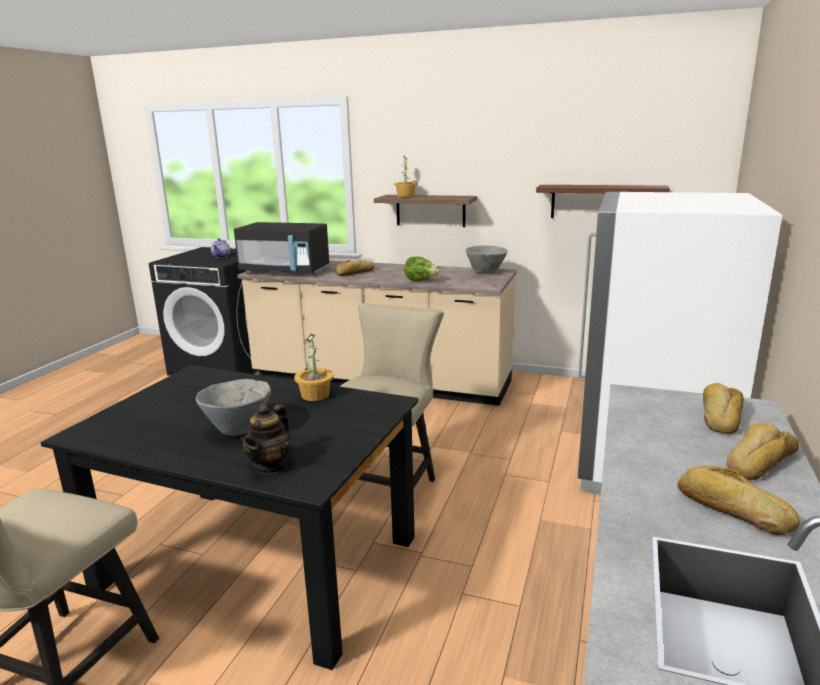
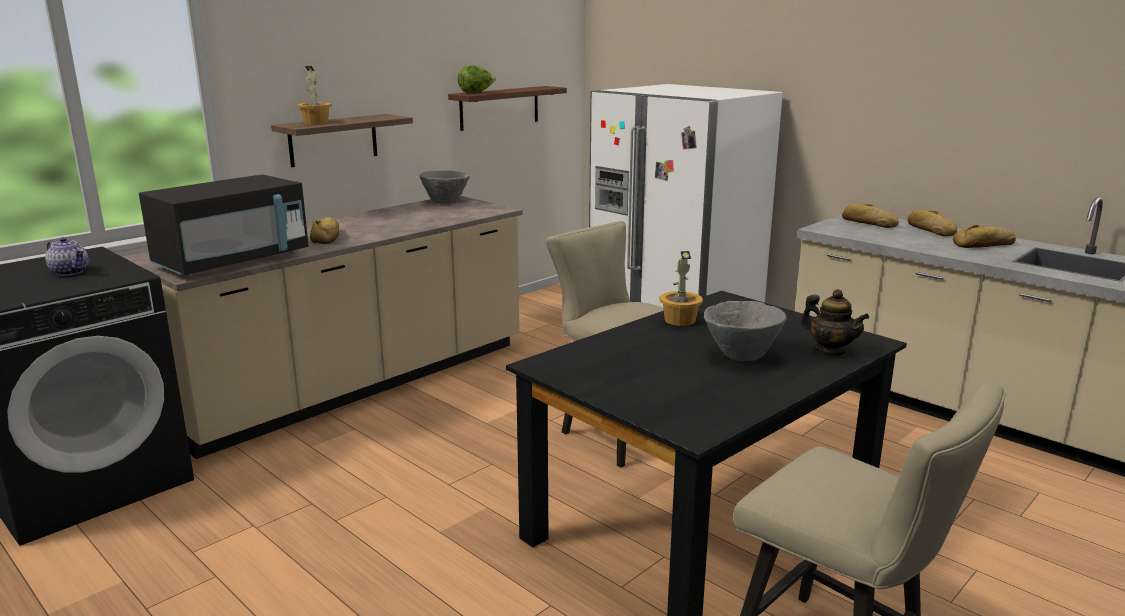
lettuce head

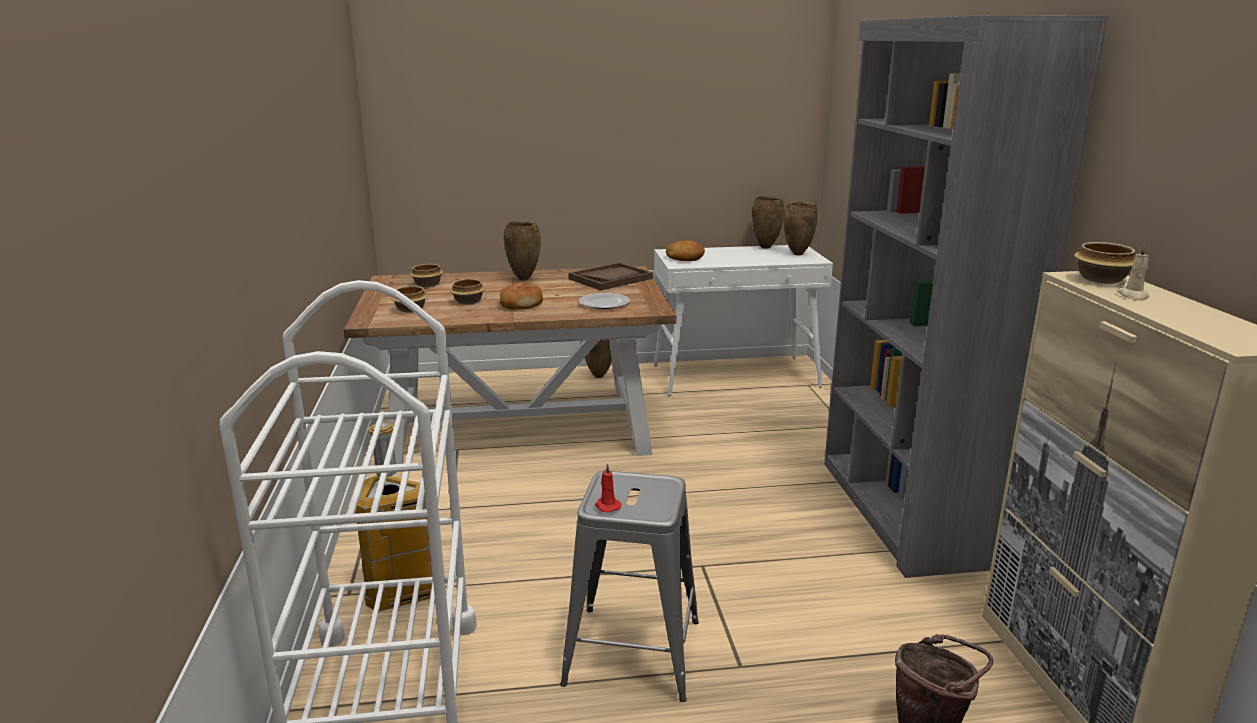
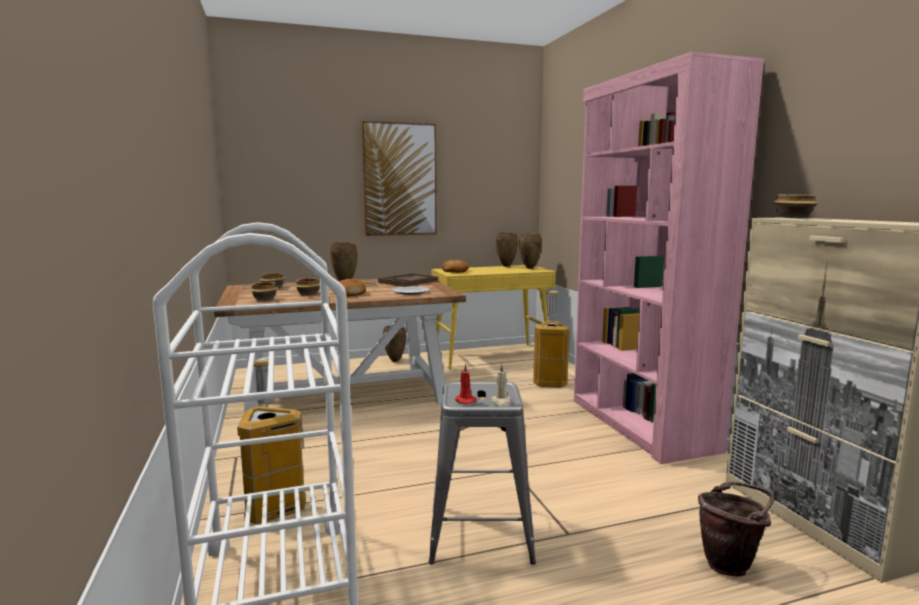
bookcase in pink
wax candle in beige
hall table in yellow
wall picture
waste bin (no. 2 from left)

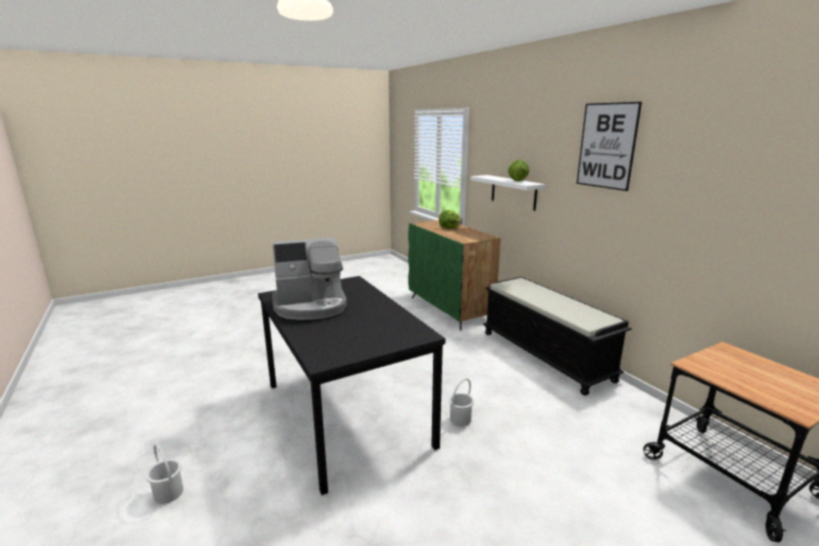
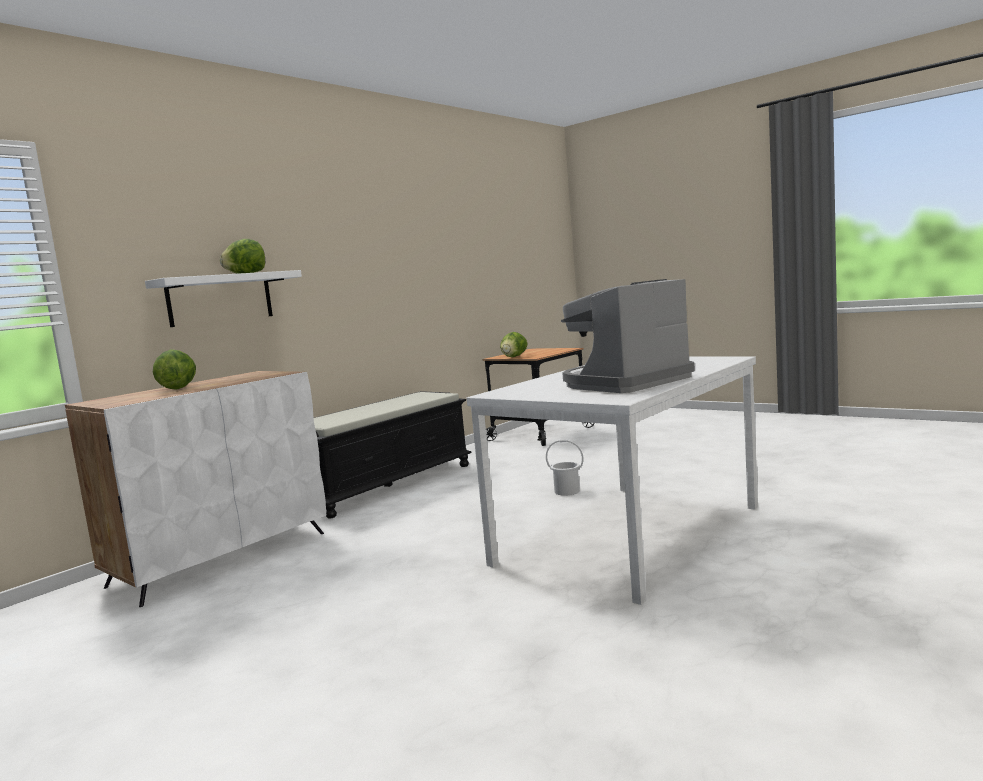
wall picture
cabinet in white-coloured
coffee machine
dining table in white-coloured
pail in white-coloured (no. 1 from left in the first image)
lettuce head (no. 3 from left)

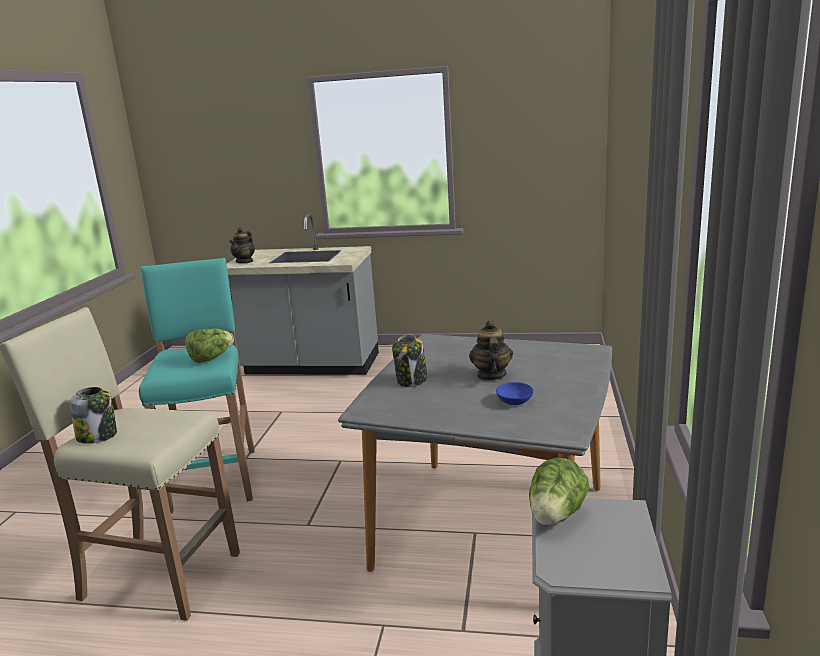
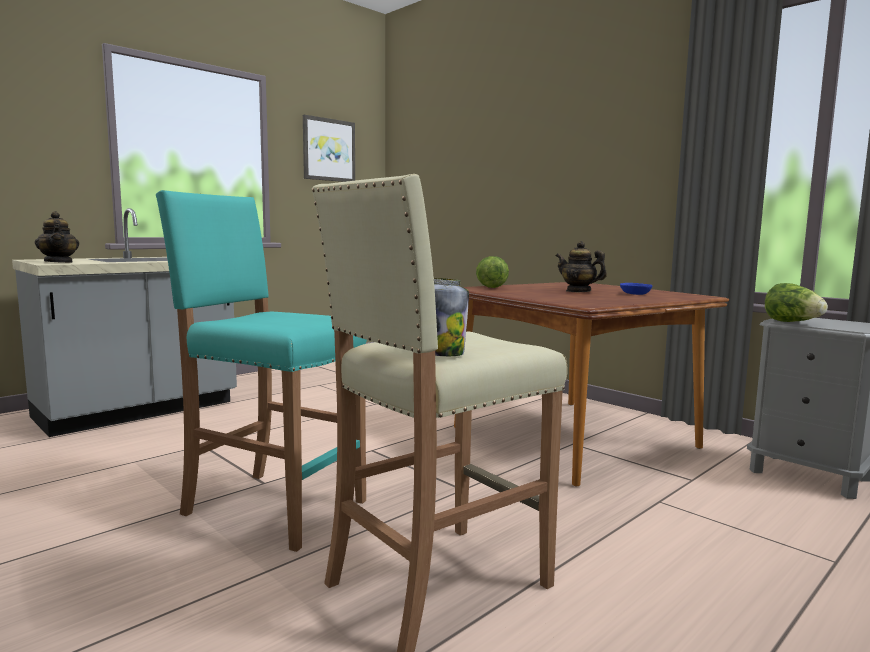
lettuce head (no. 1 from left)
dining table in brown
storage jar (no. 2 from left in the first image)
wall picture

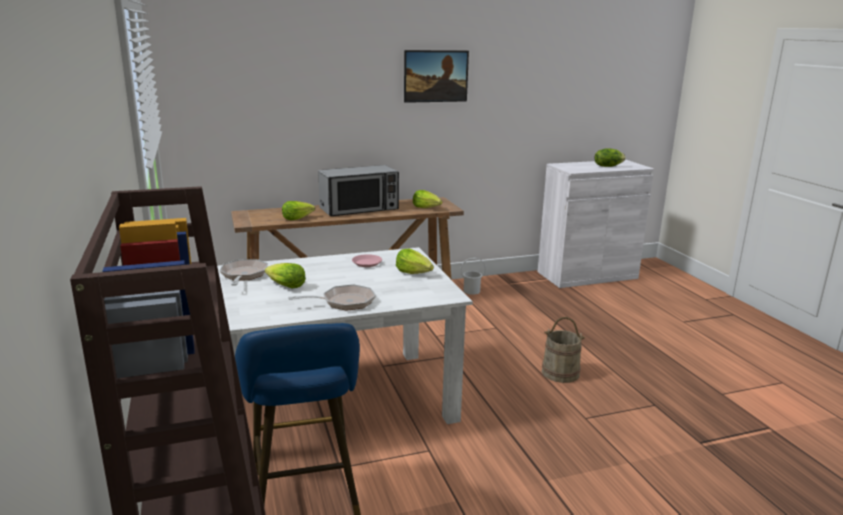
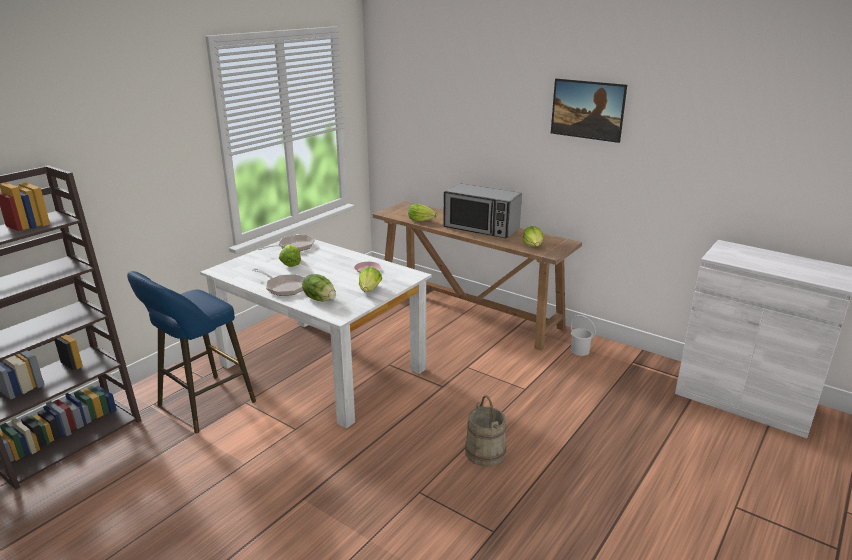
lettuce head (no. 2 from left)

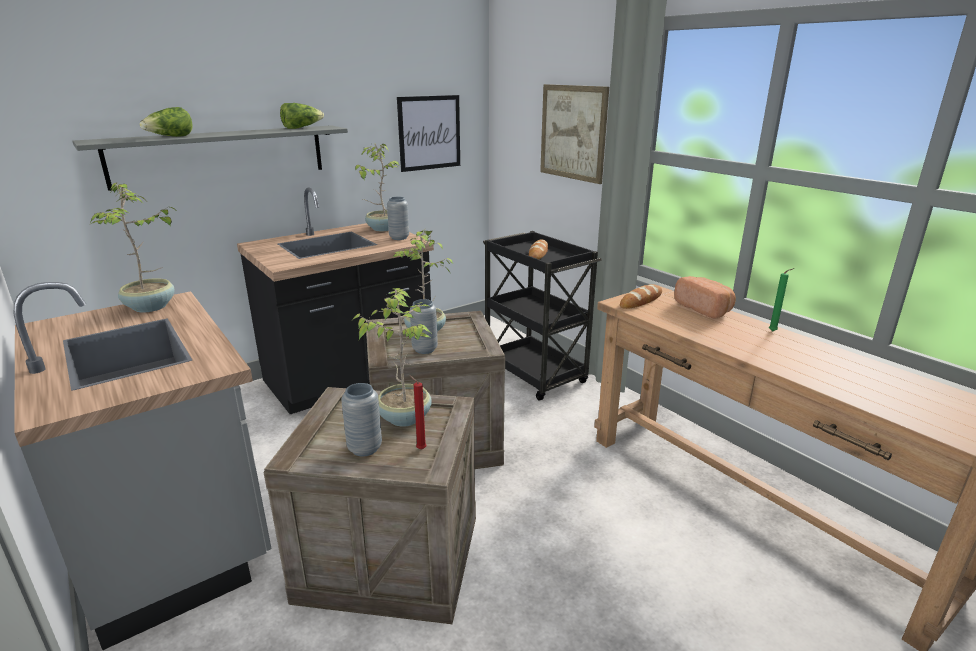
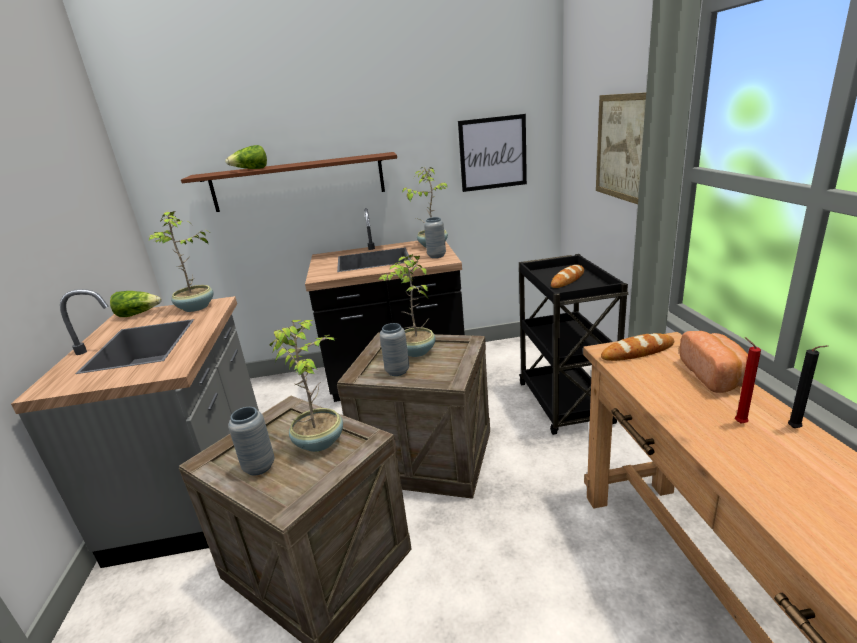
lettuce head (no. 1 from left)
shelf in brown
wax candle in black
wax candle in red

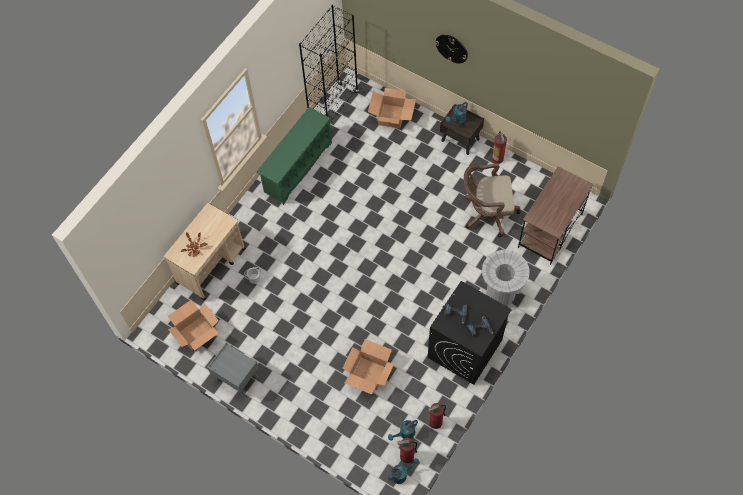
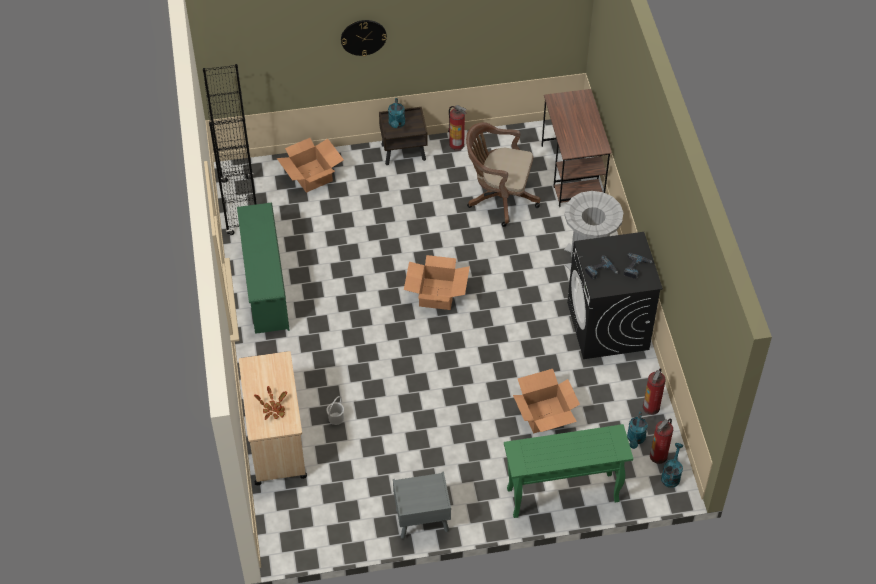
desk chair in brown
cardboard box (no. 2 from left)
hall table in green

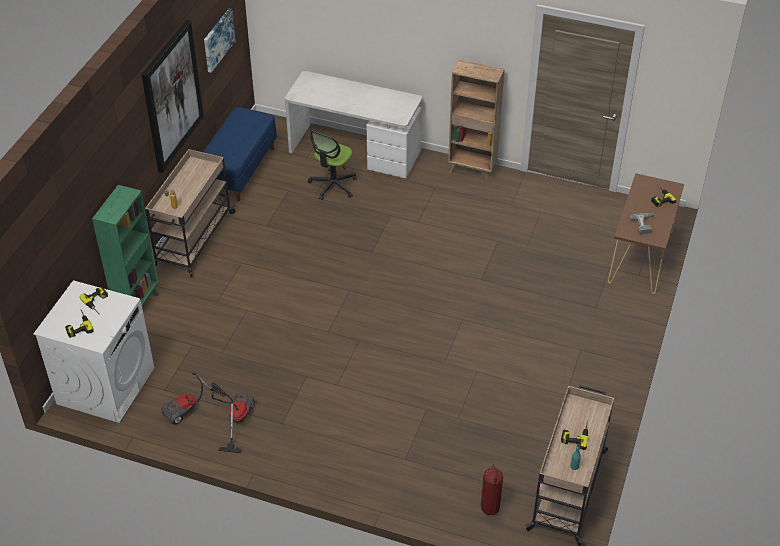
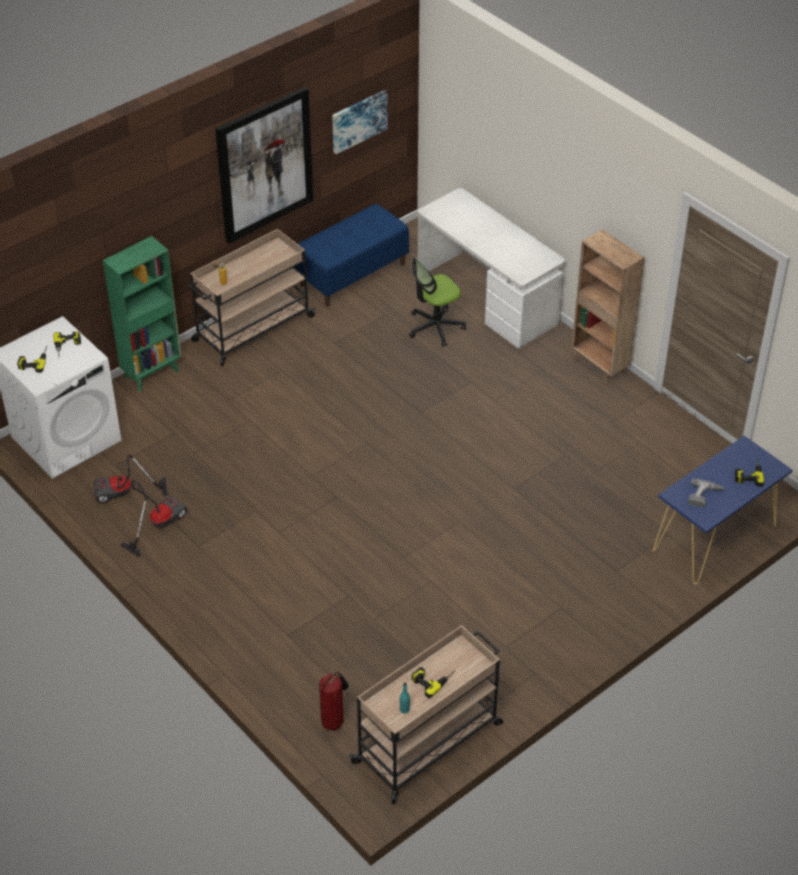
hall table in blue-coloured

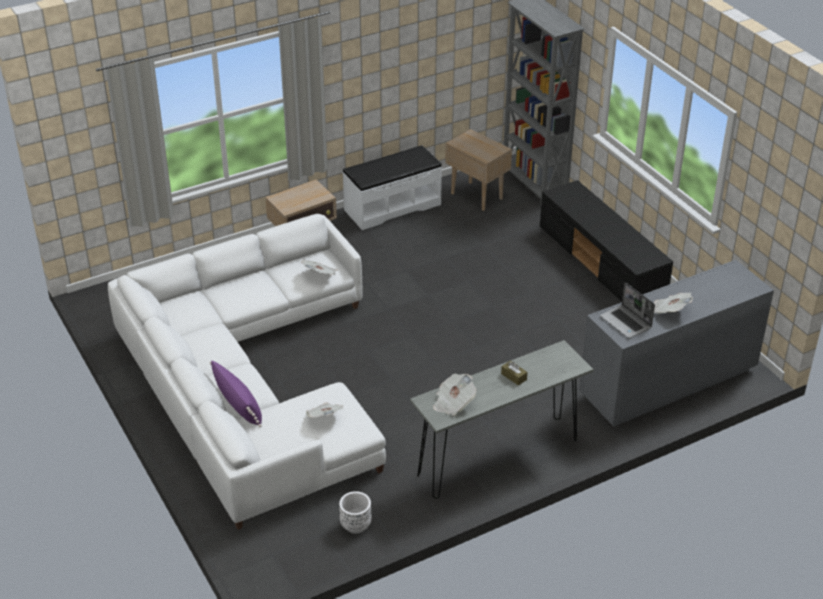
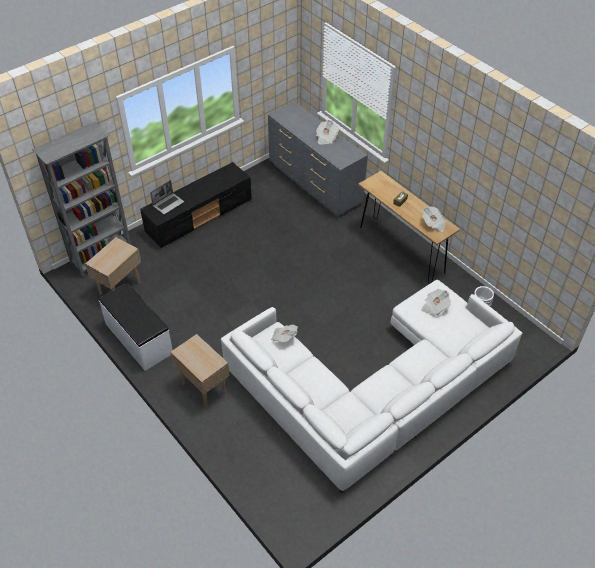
notebook computer
hall table in brown
cushion in purple

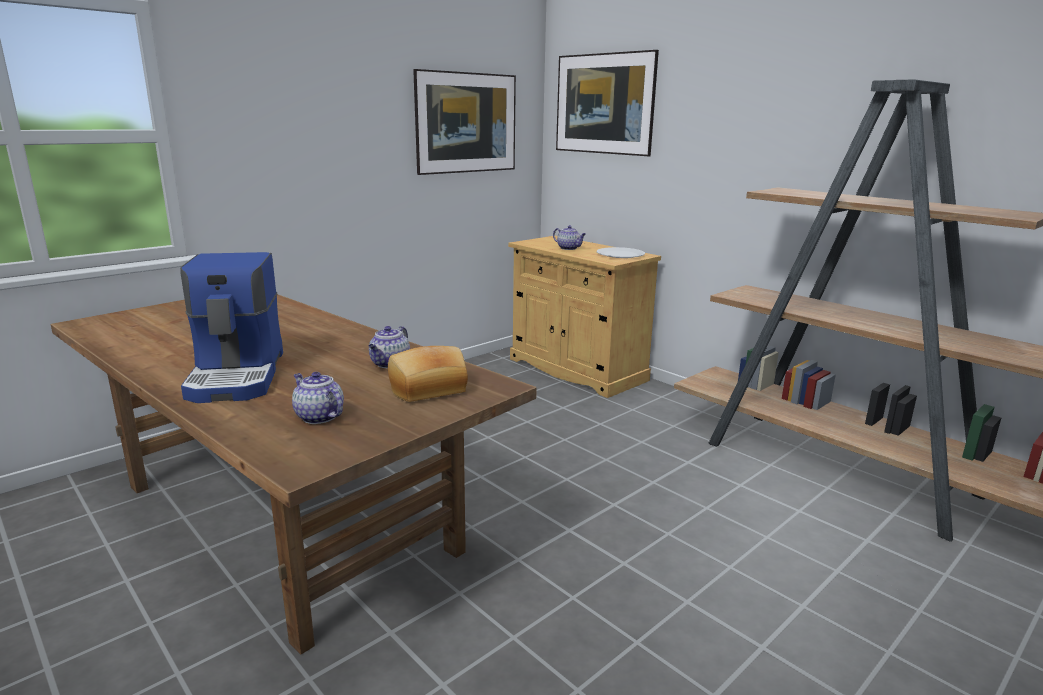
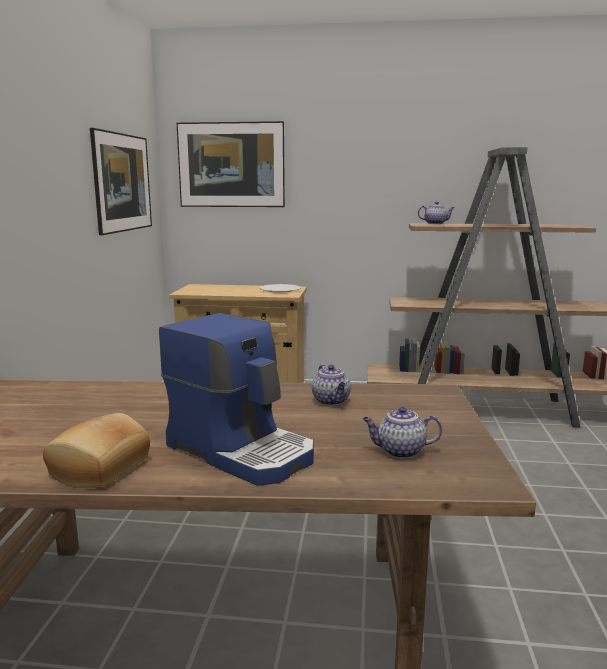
tea pot (no. 3 from left)
baked bread

